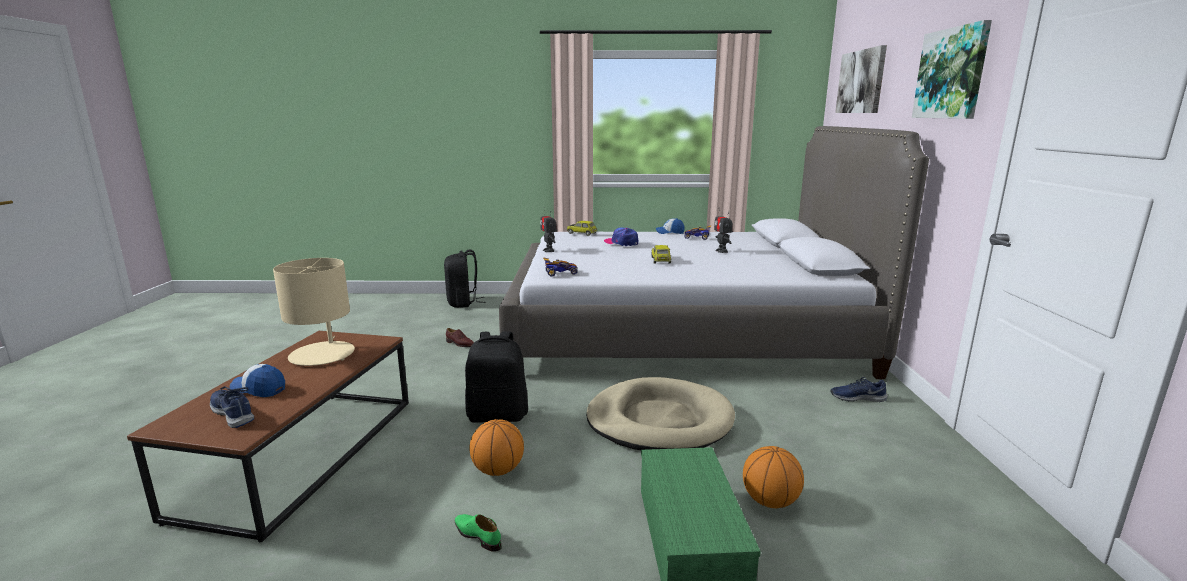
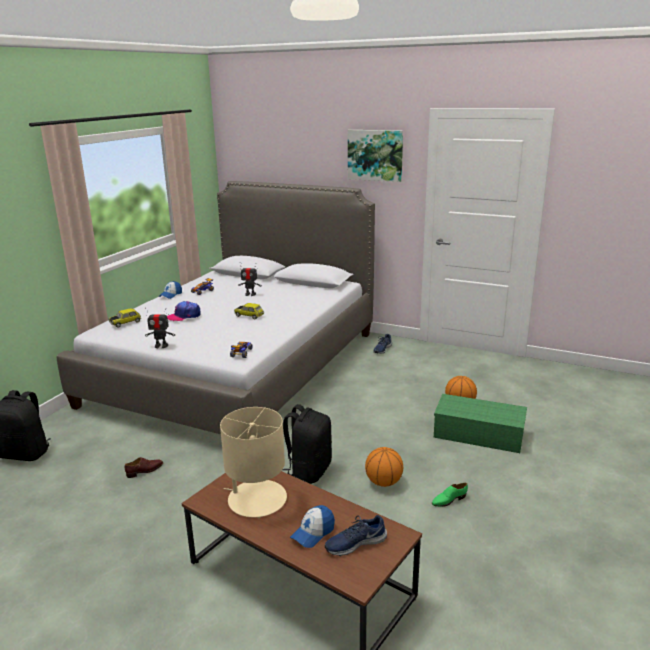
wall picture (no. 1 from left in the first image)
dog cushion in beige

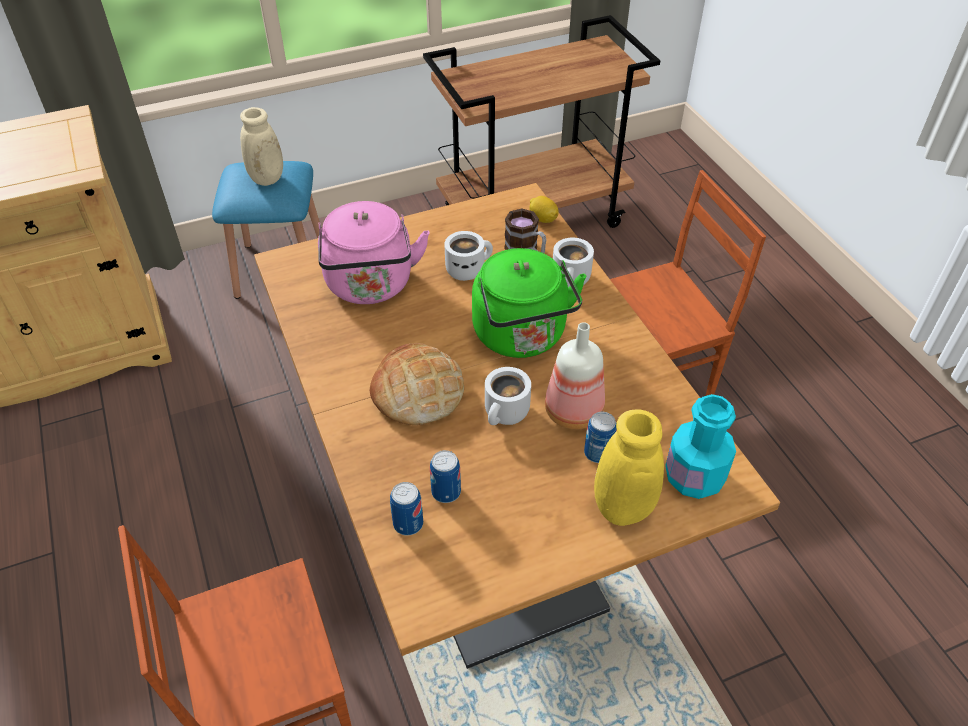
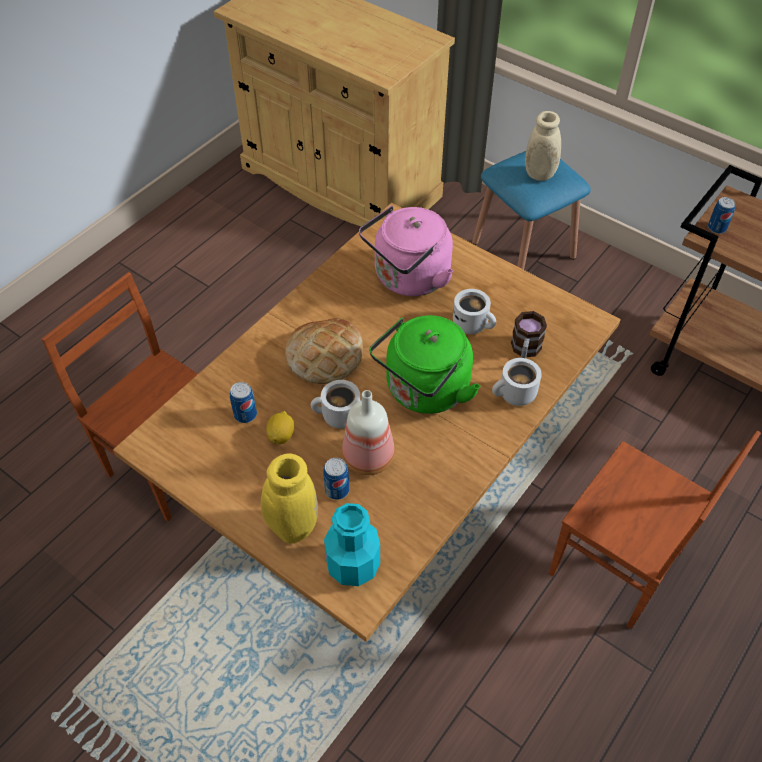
lemon
metal can (no. 3 from left)

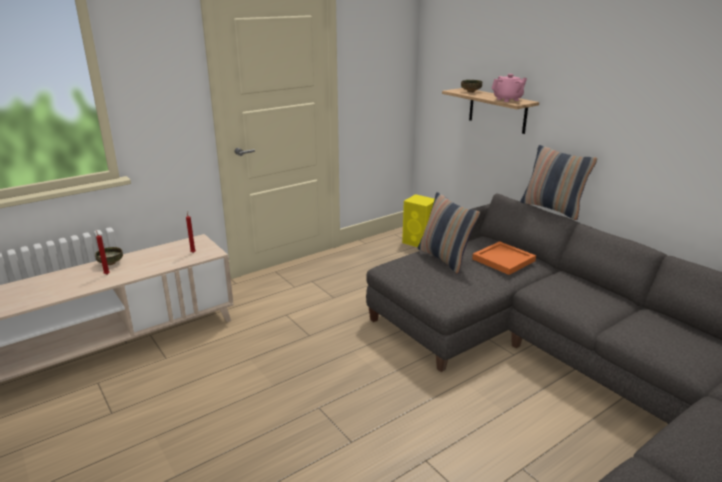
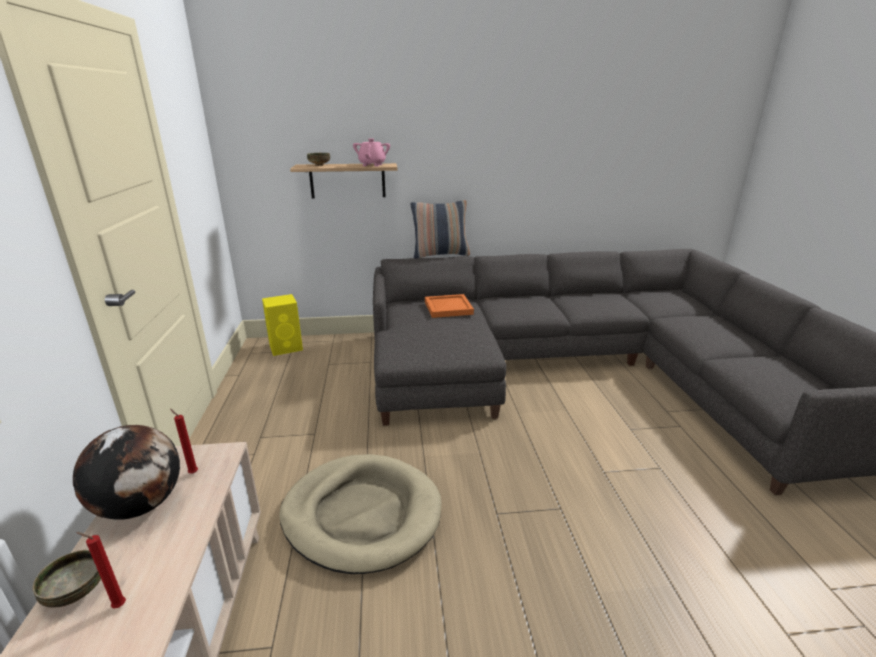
cushion (no. 1 from left in the first image)
globe
dog cushion in beige

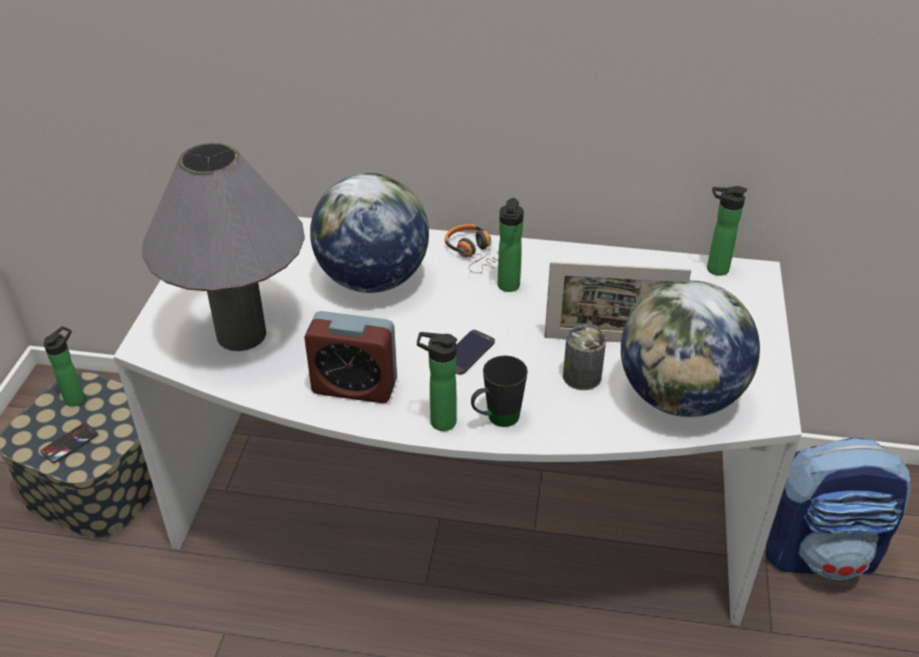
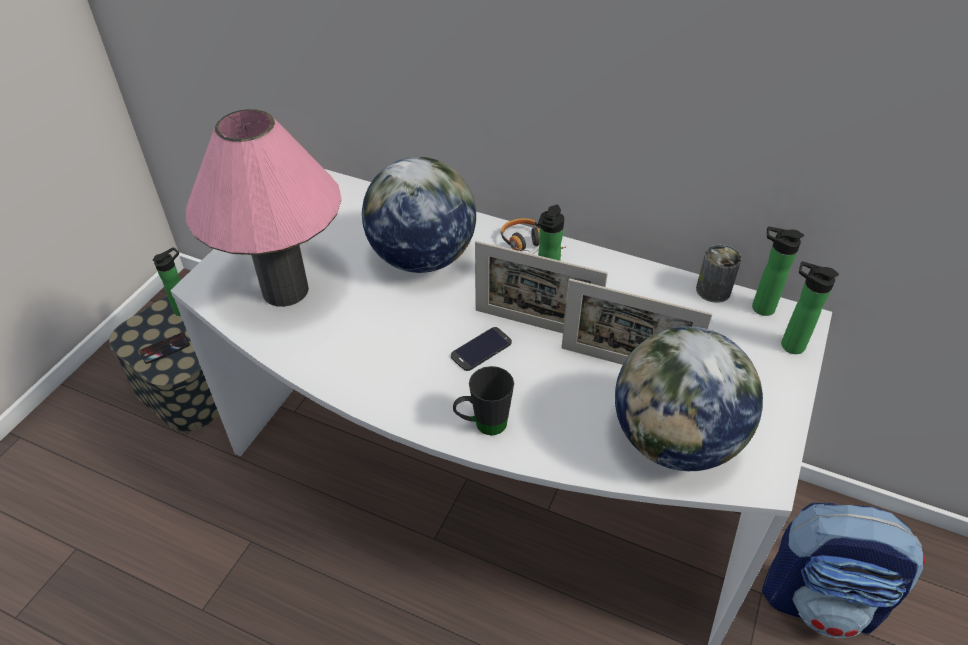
tabletop lamp in pink
alarm clock
metal can
bottle (no. 4 from left)
photo frame (no. 1 from left)

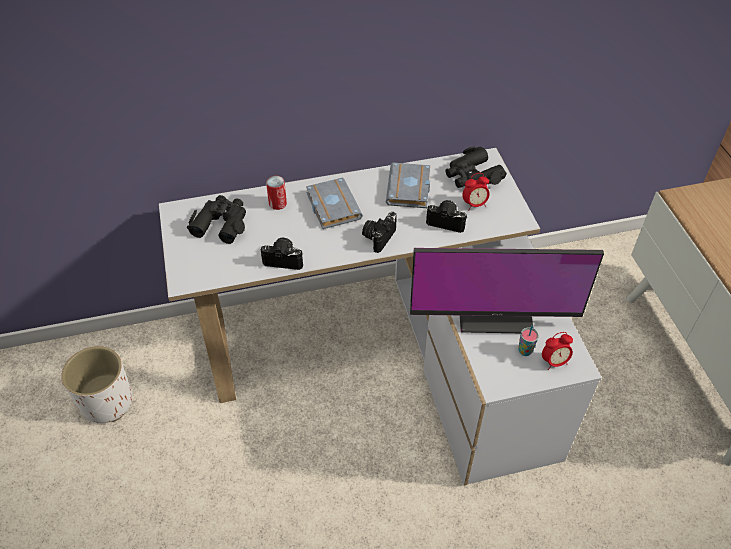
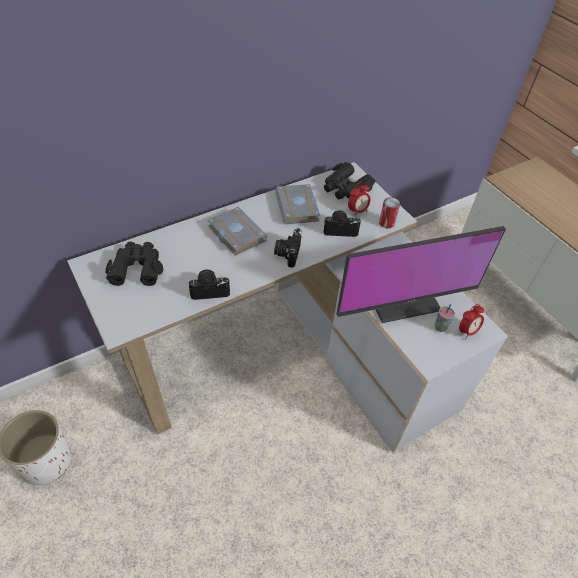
metal can

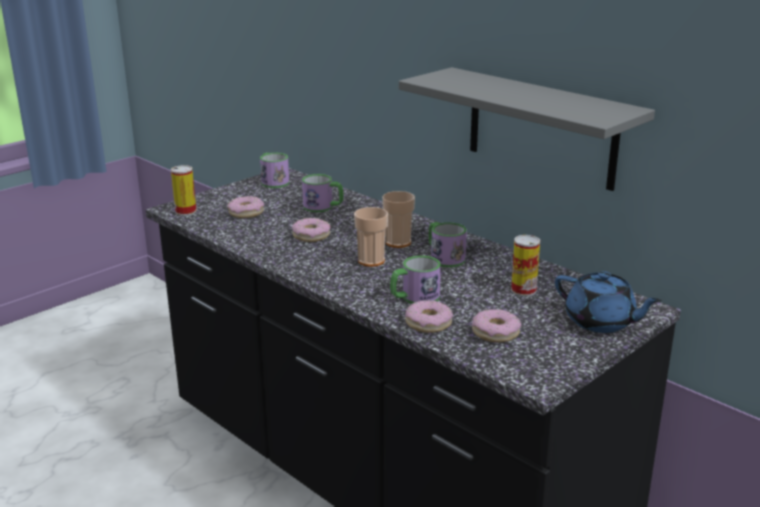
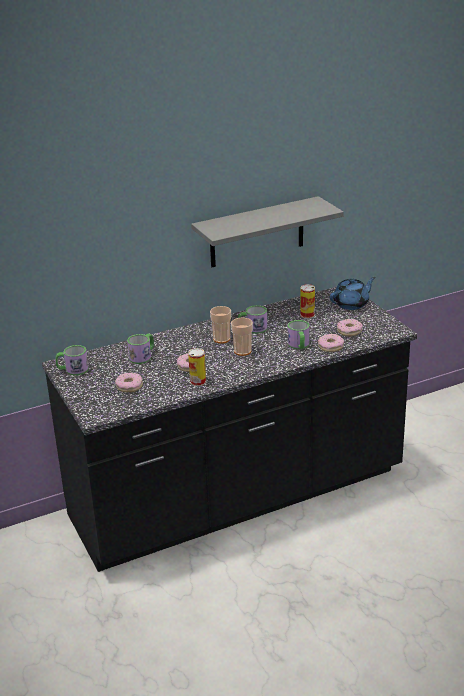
metal can (no. 1 from left)

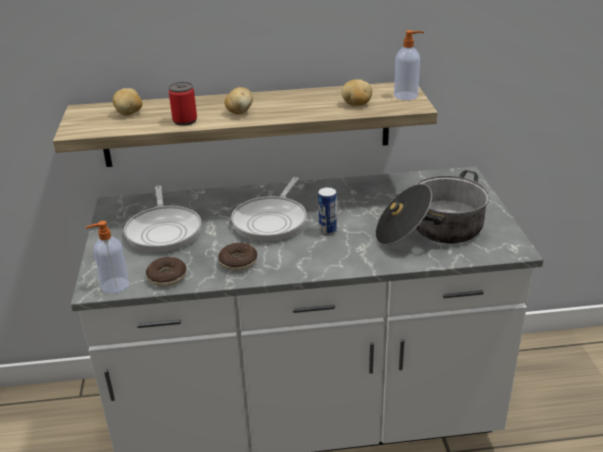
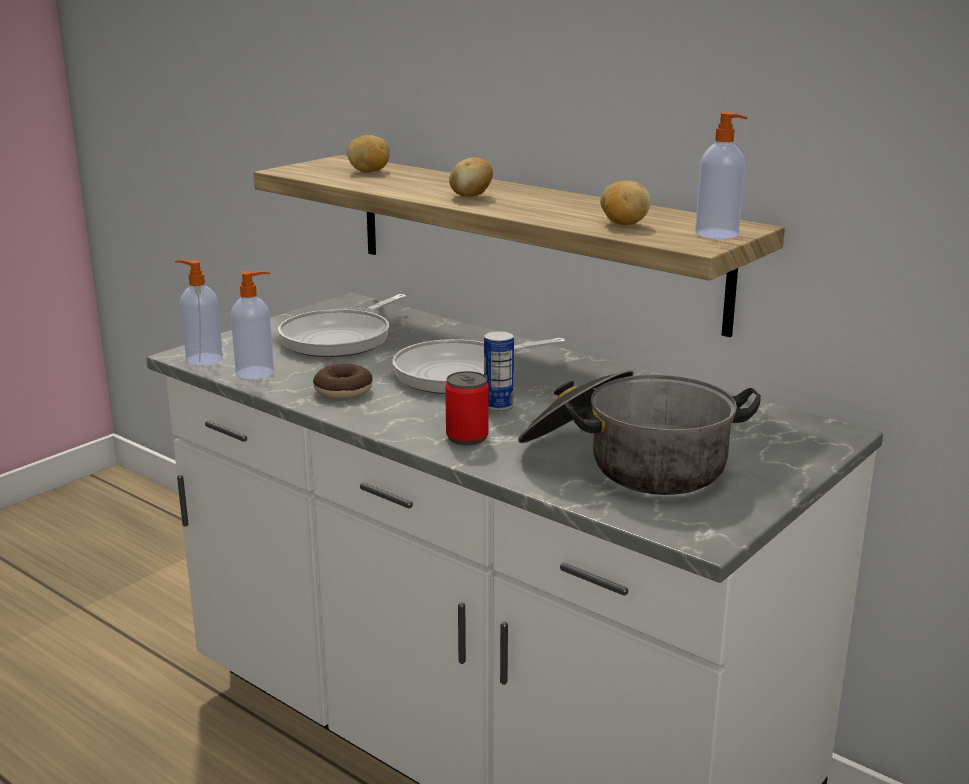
metal can (no. 1 from left)
soap dispenser (no. 2 from left)

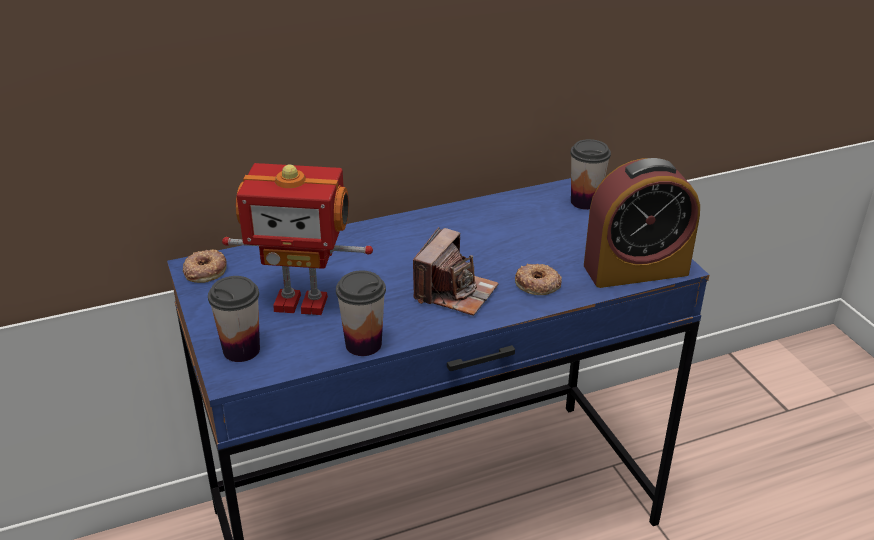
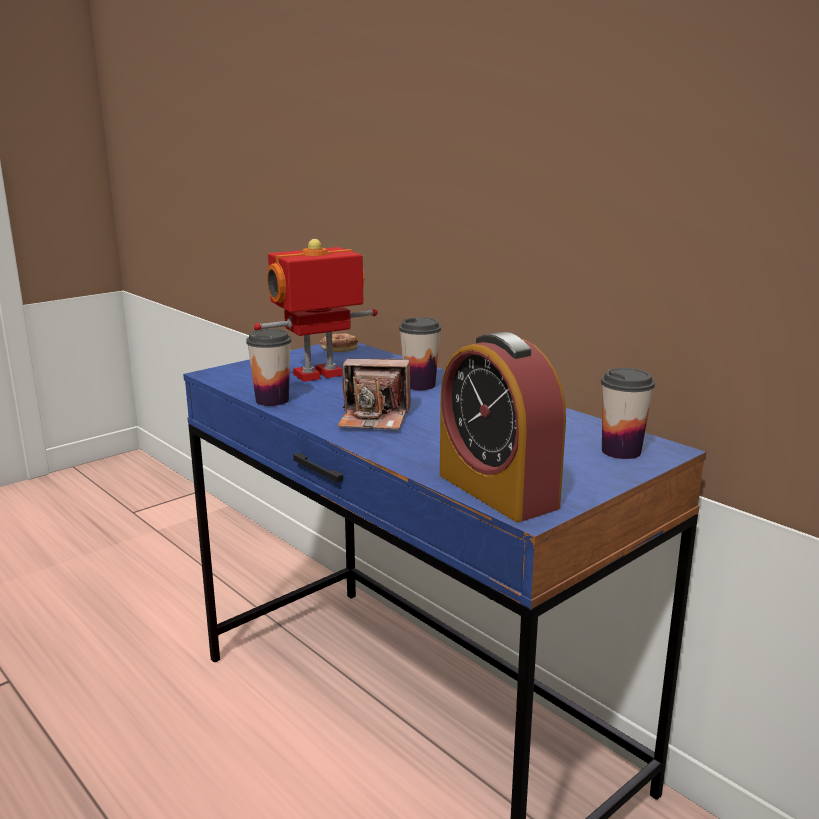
model robot
doughnut (no. 2 from left in the first image)
drinking cup (no. 2 from left)

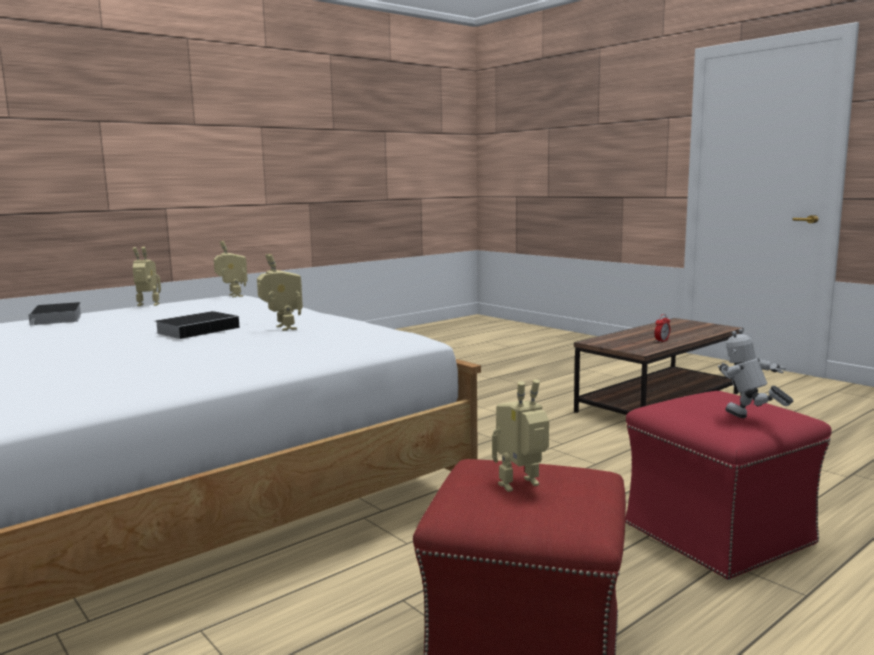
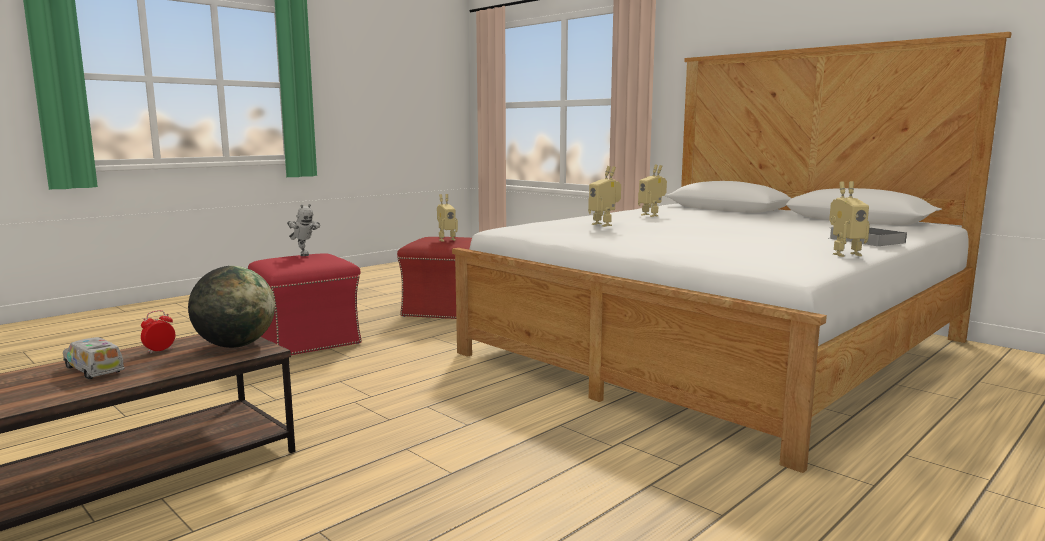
model robot (no. 4 from left)
volume (no. 2 from left in the first image)
globe
model truck

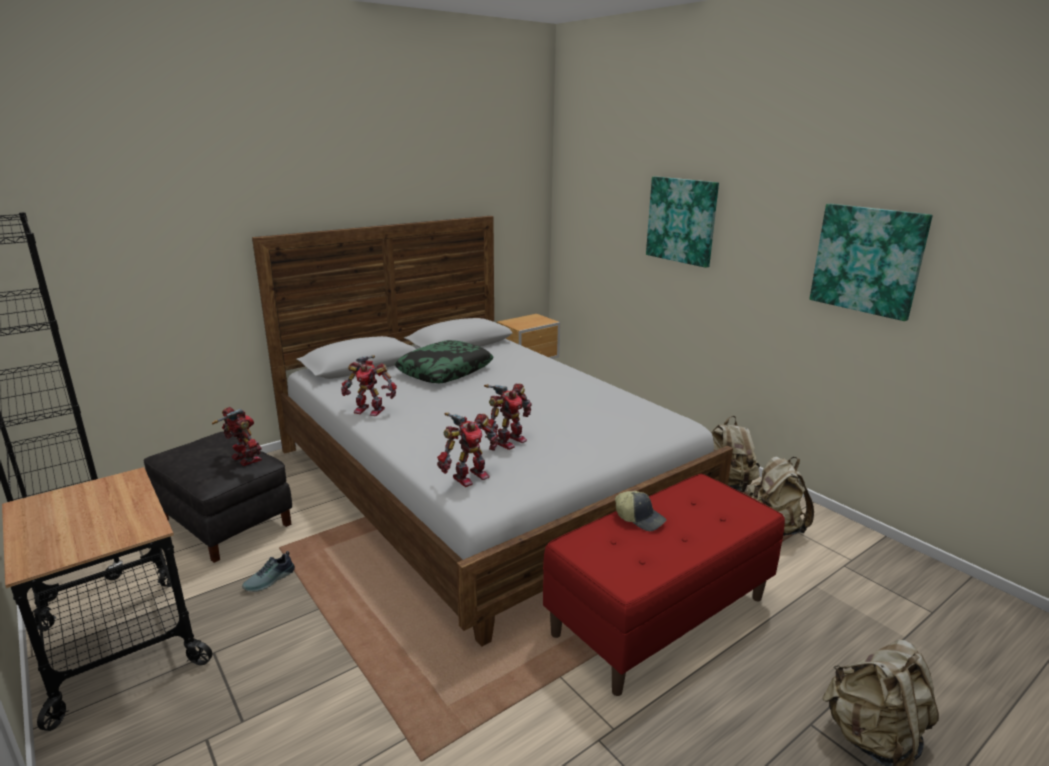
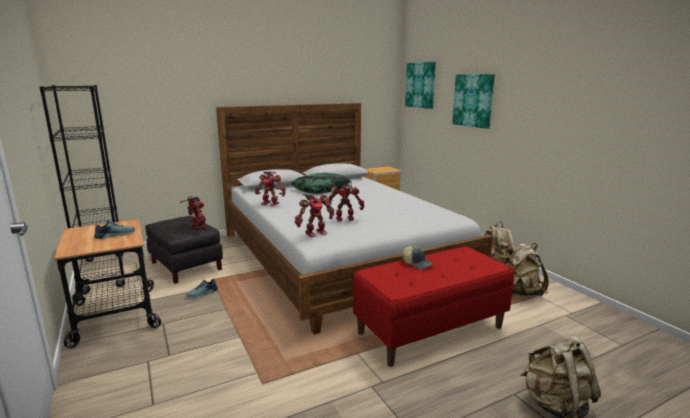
wall picture (no. 1 from left)
model robot (no. 4 from left)
item of footwear (no. 1 from left)

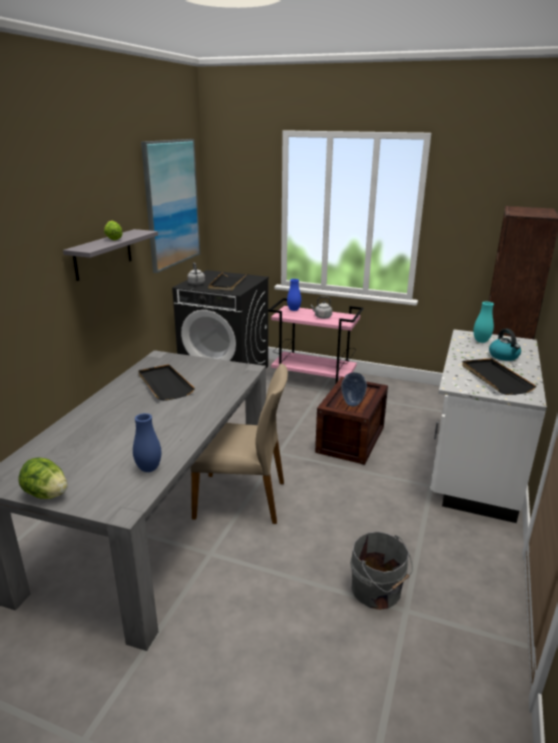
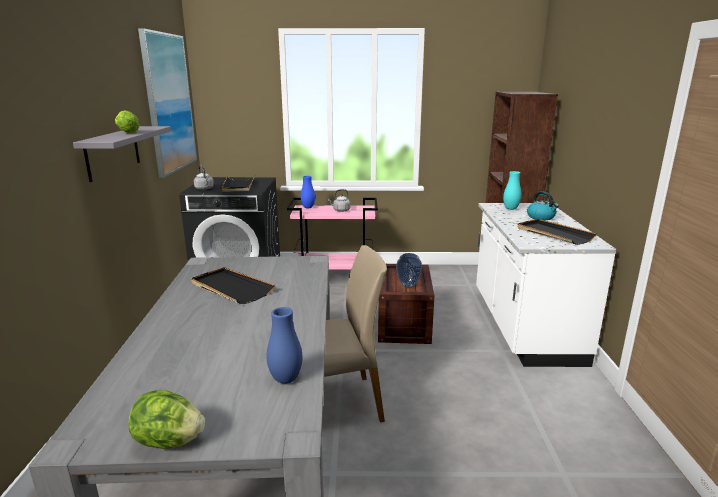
pail in greyish

